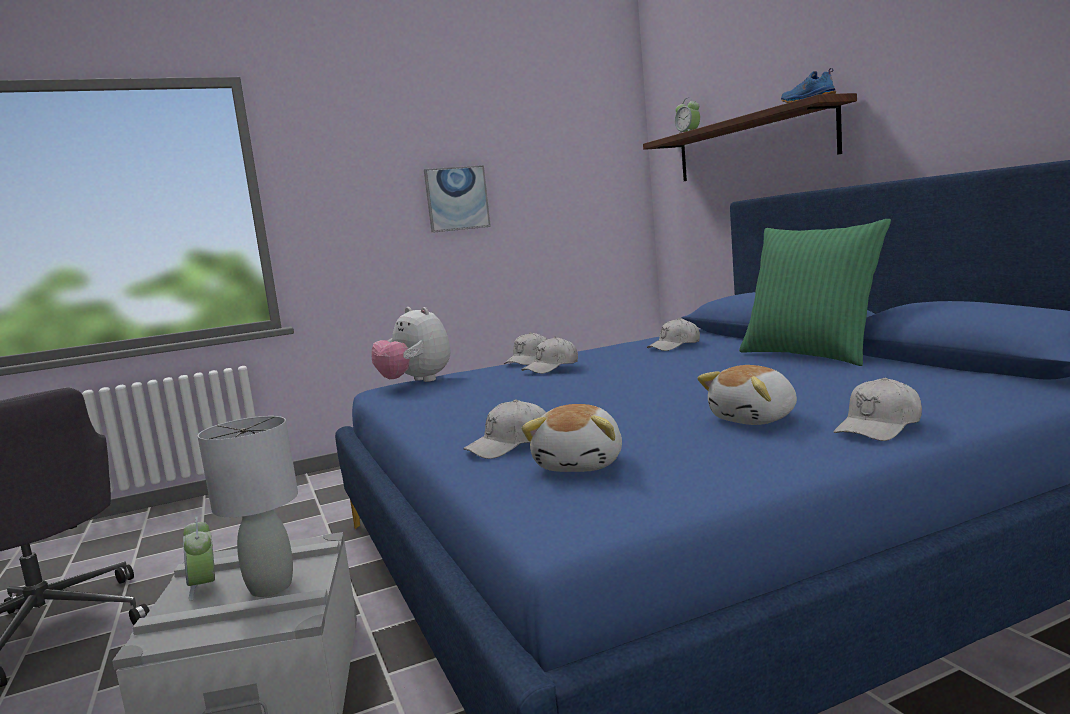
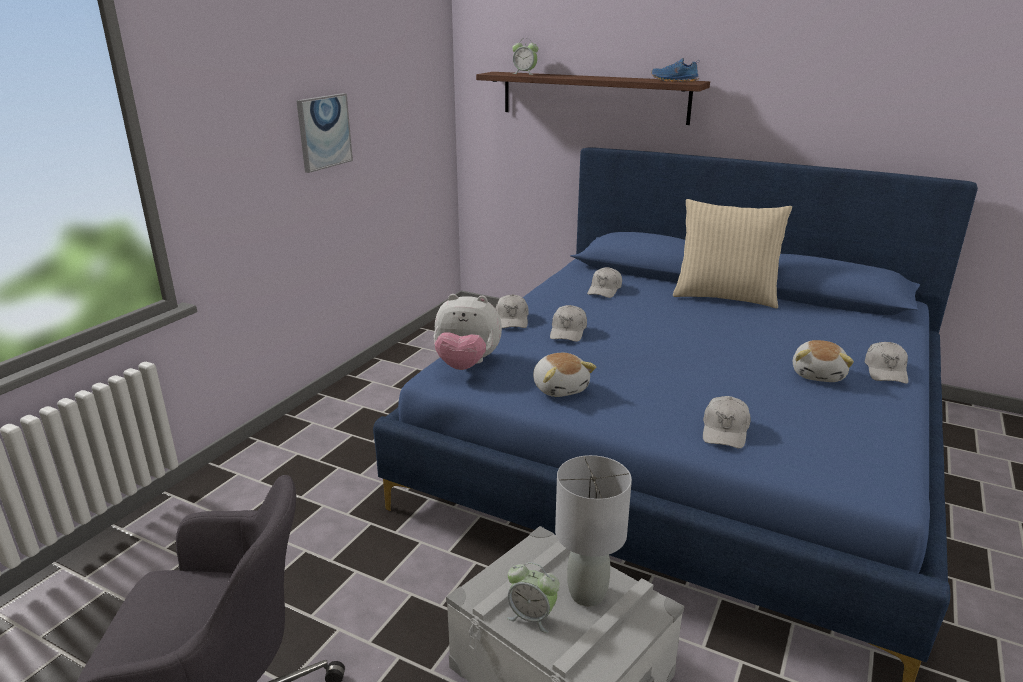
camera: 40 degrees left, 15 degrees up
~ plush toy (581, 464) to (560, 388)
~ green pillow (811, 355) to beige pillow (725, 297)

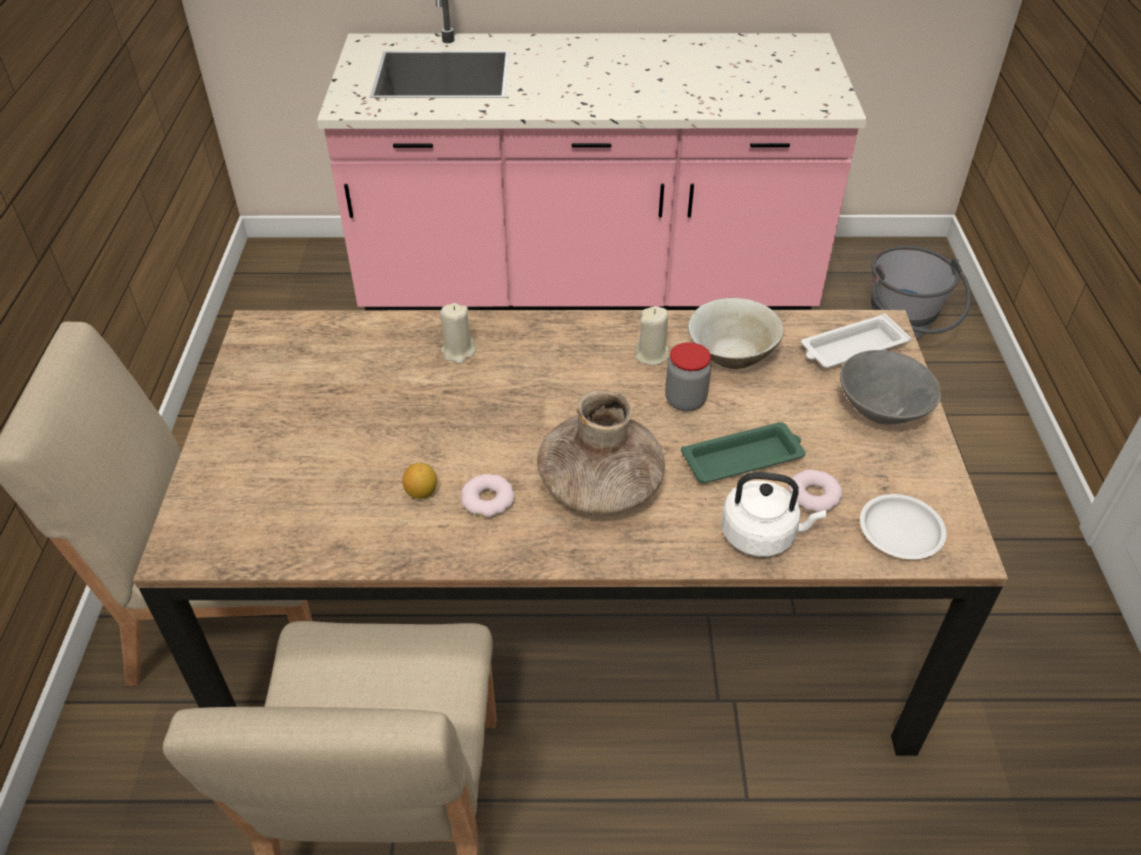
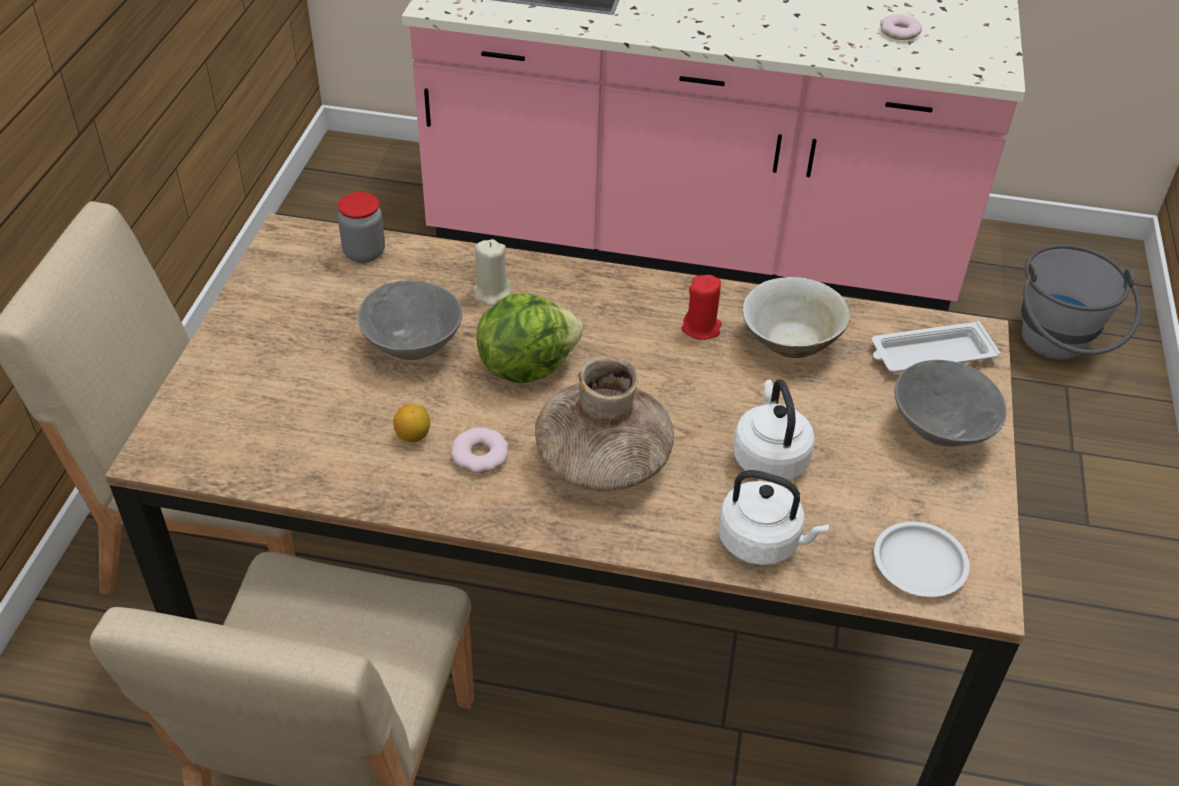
camera: 10 degrees right, 0 degrees up
~ jar (685, 400) to (364, 253)
+ grey bowl (413, 345)
+ lettuce (526, 365)
~ beige candle (652, 355) to red candle (701, 328)
~ green tray (744, 458) to white kettle (769, 457)
~ donut (814, 495) to (899, 32)

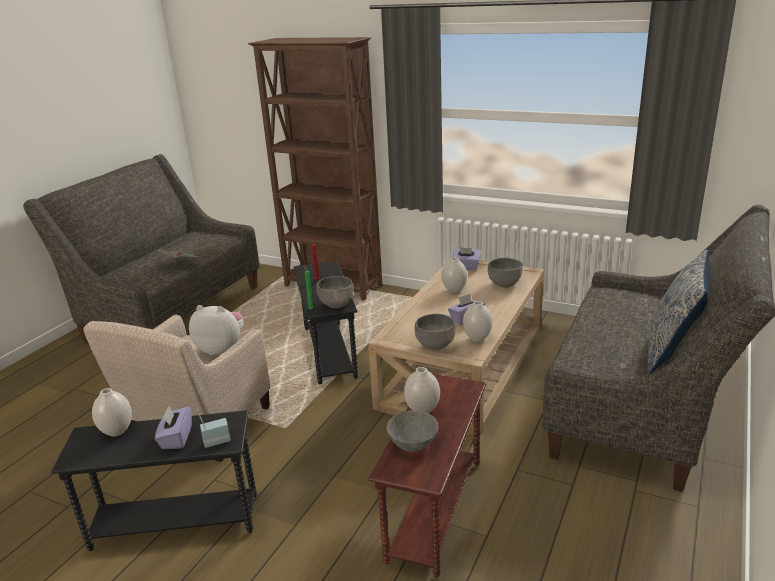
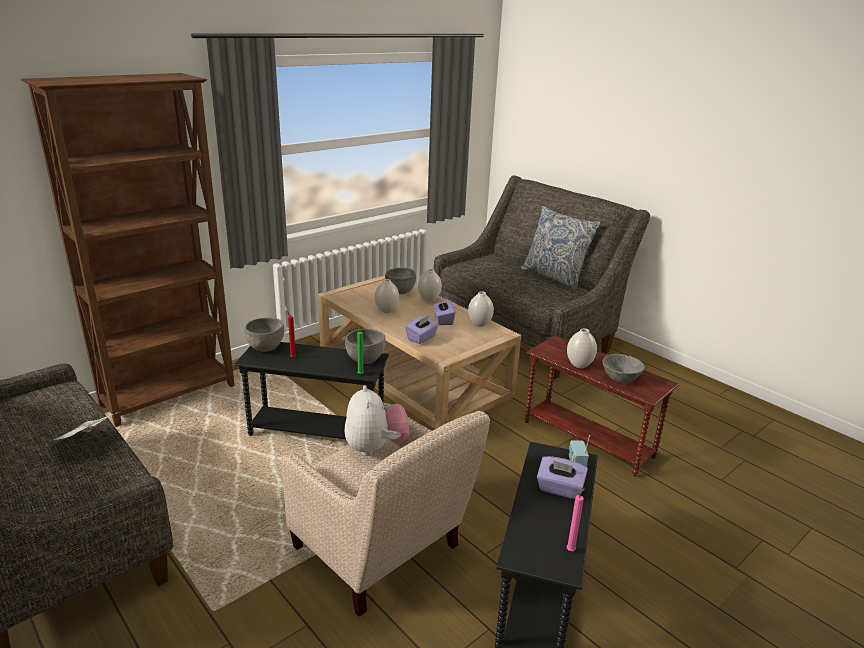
camera: 70 degrees left, 0 degrees up
~ grey bowl (436, 345) to (266, 348)
~ plush toy (222, 349) = (375, 447) 135 degrees clockwise
~ purple tissue box (466, 266) to (421, 338)
~ white vase (117, 431) to (429, 299)
+ pink candle (571, 550)

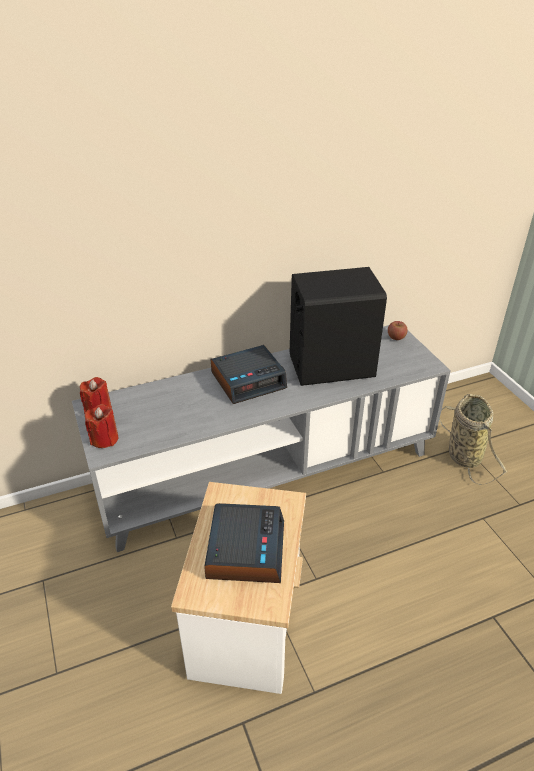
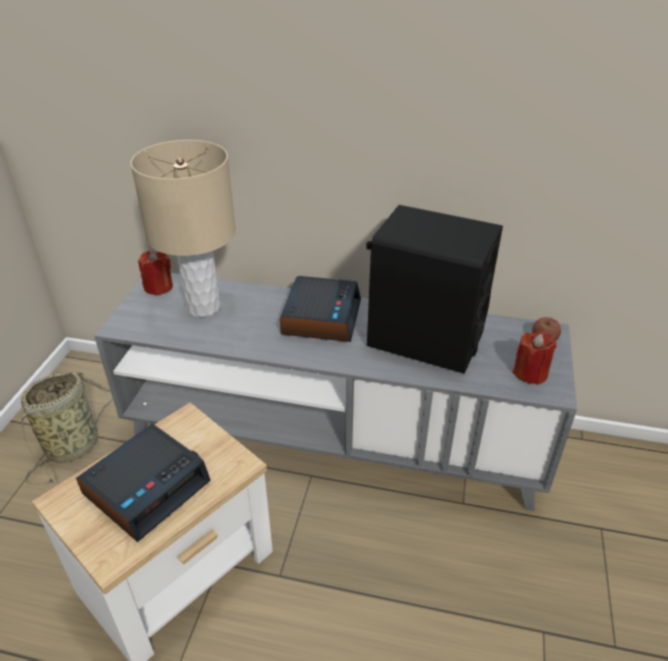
camera: 35 degrees right, 0 degrees up
~ basket (463, 454) to (76, 444)
+ beige table lamp (203, 307)
~ alarm clock (249, 380) = (321, 317) 90 degrees counterclockwise
~ red candle (104, 439) to (530, 373)

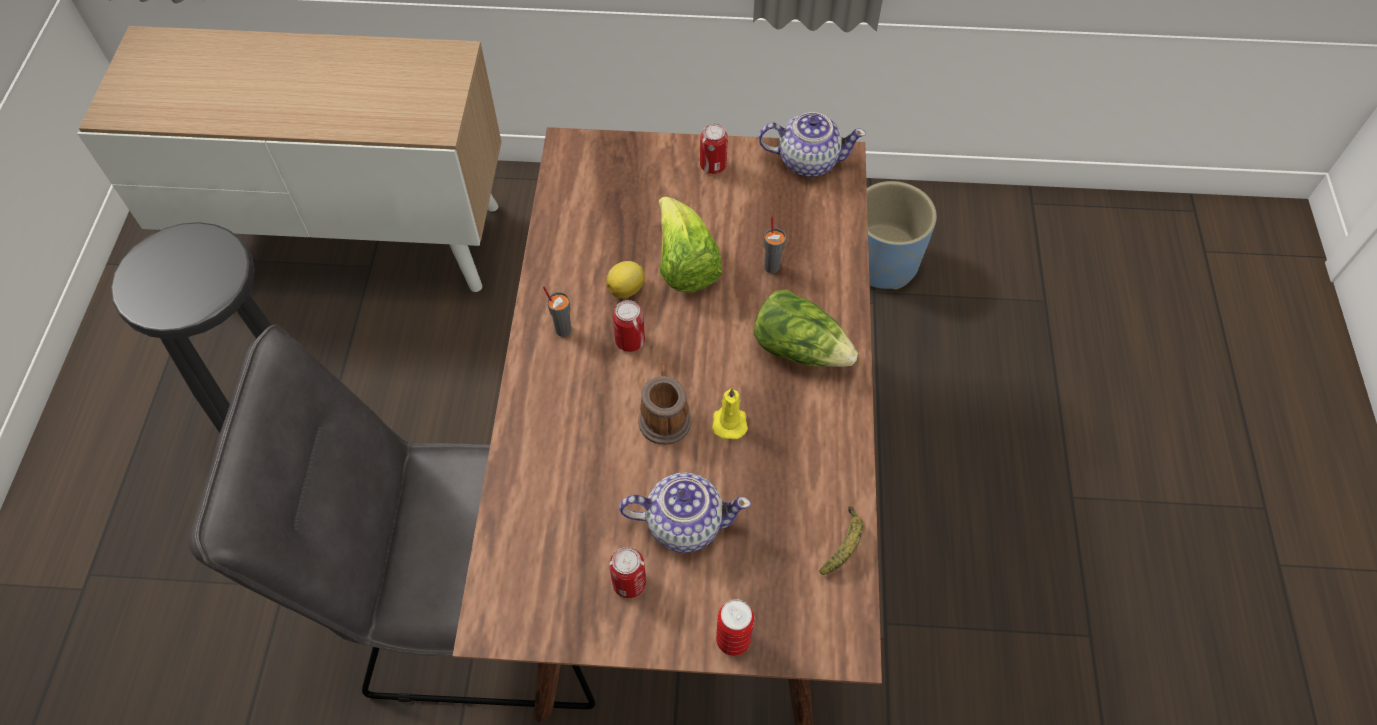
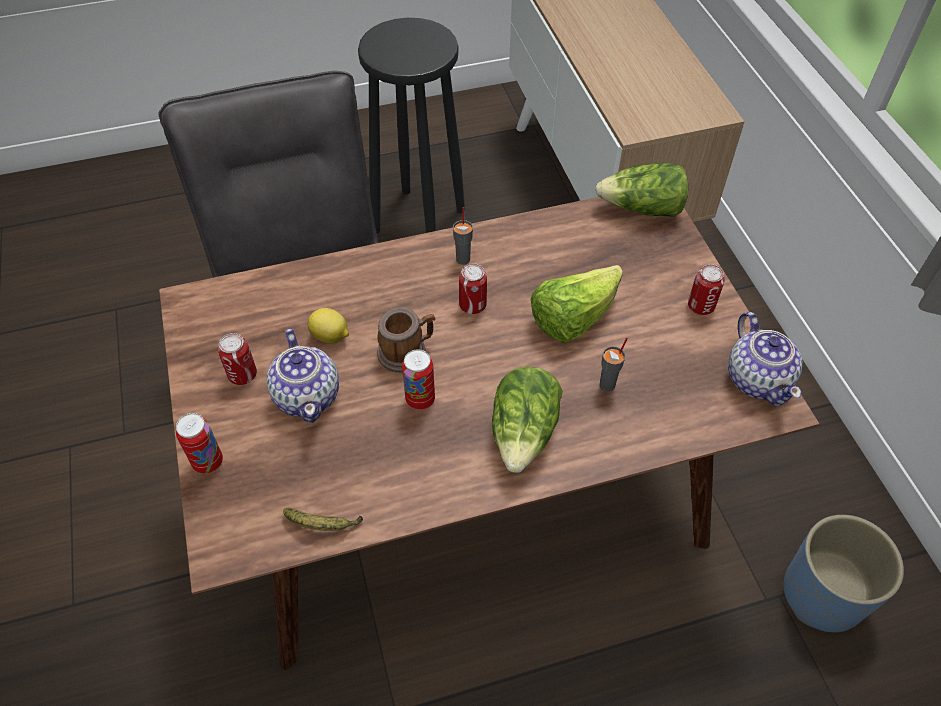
camera: 70 degrees right, 5 degrees down
~ lemon (627, 289) to (330, 337)
~ yellow candle (729, 421) to can (420, 399)
+ lettuce (642, 209)

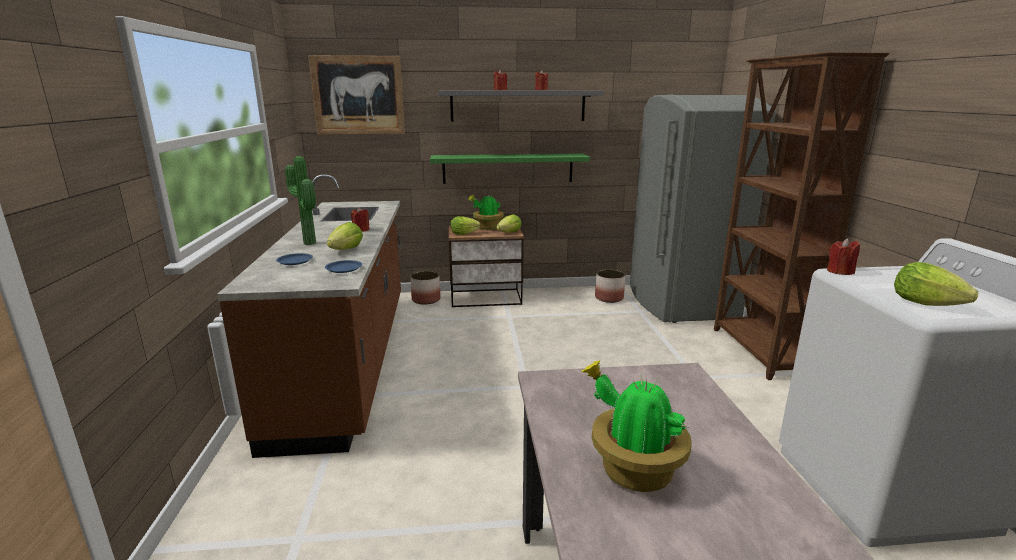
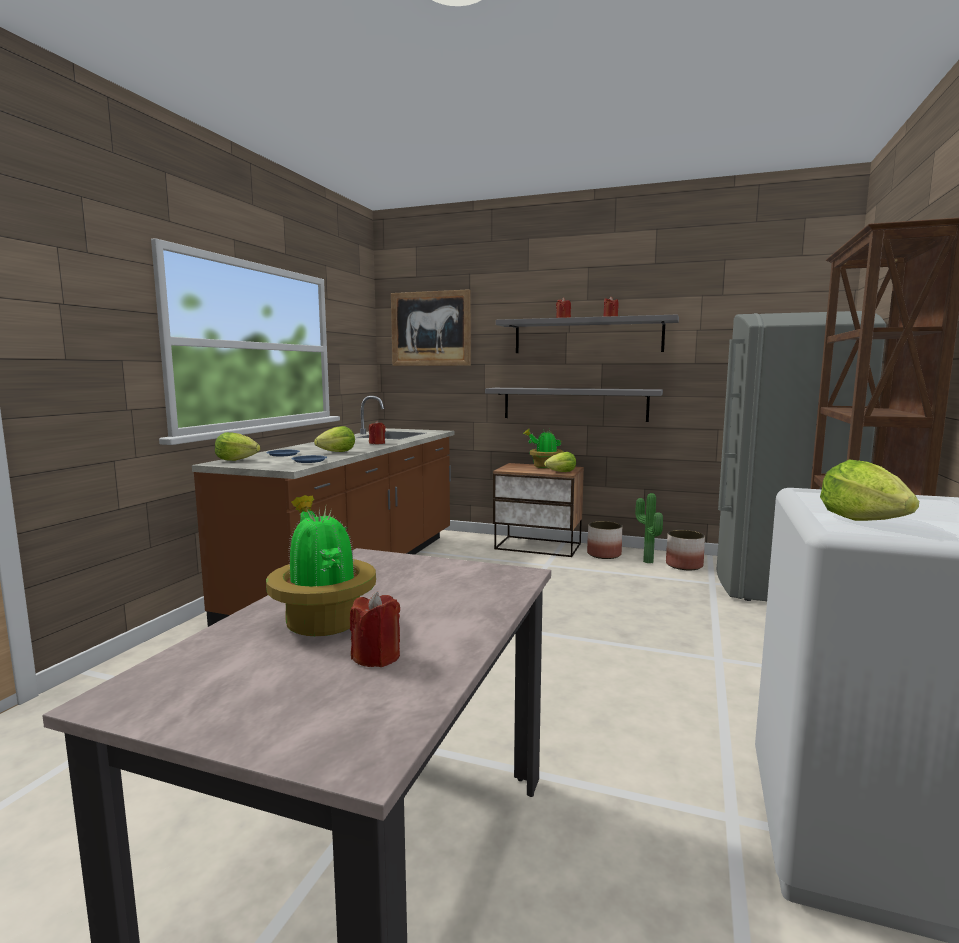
camera: 25 degrees right, 10 degrees down
~ lettuce (463, 234) to (236, 460)
~ red candle (840, 271) to (376, 657)
~ green shelf (508, 168) to grey shelf (574, 404)
~ planter (426, 299) to (604, 554)
~ potted plant (307, 243) to (646, 562)

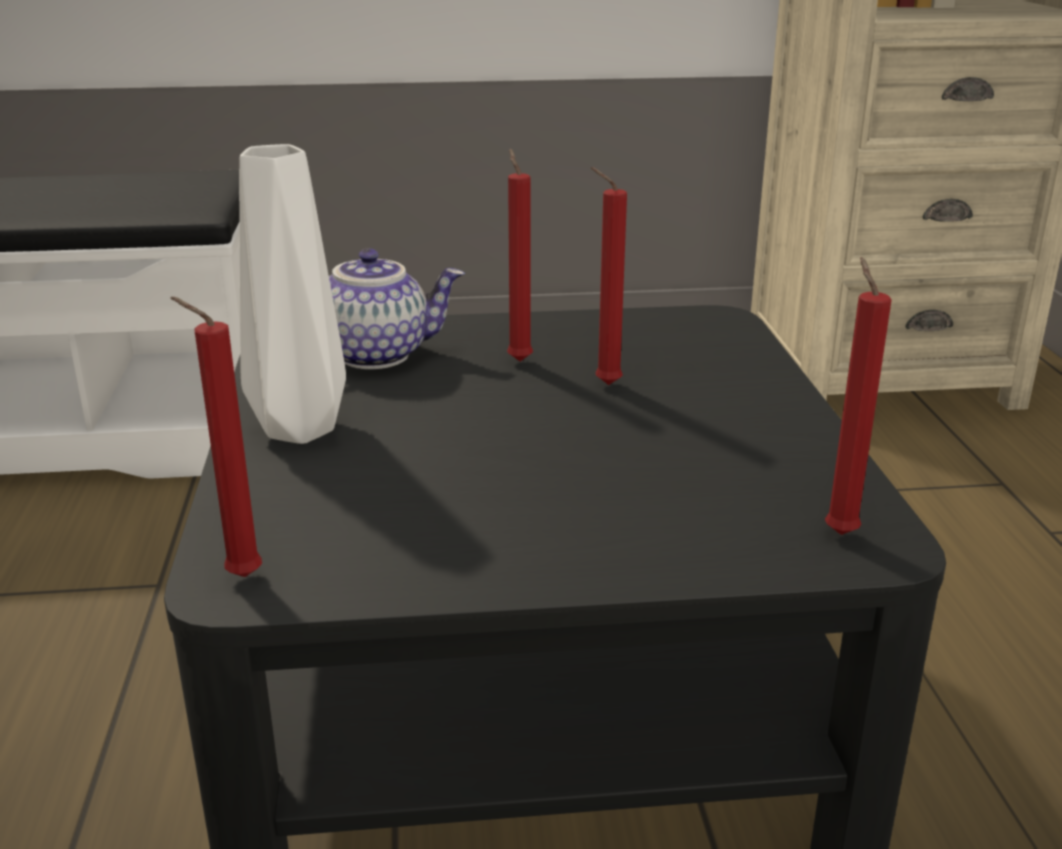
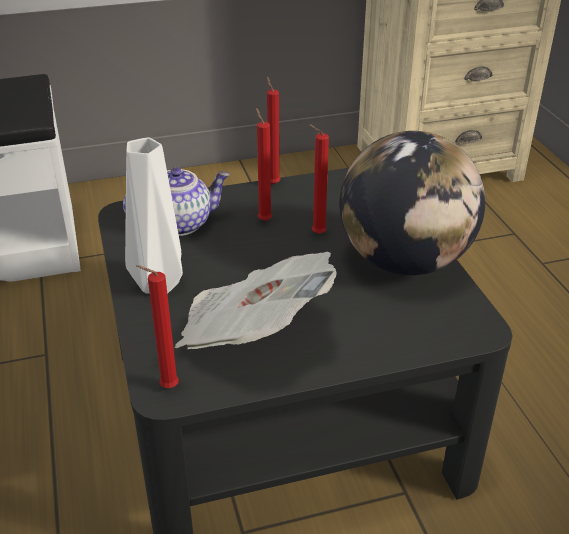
camera: 10 degrees left, 10 degrees up
+ newspaper (252, 333)
~ red candle (838, 531) to (272, 183)
+ globe (405, 261)

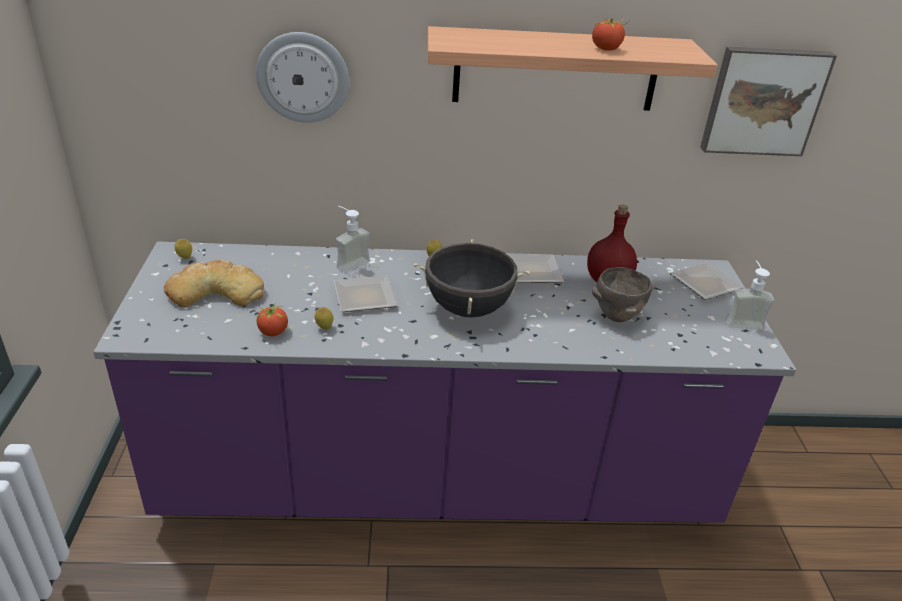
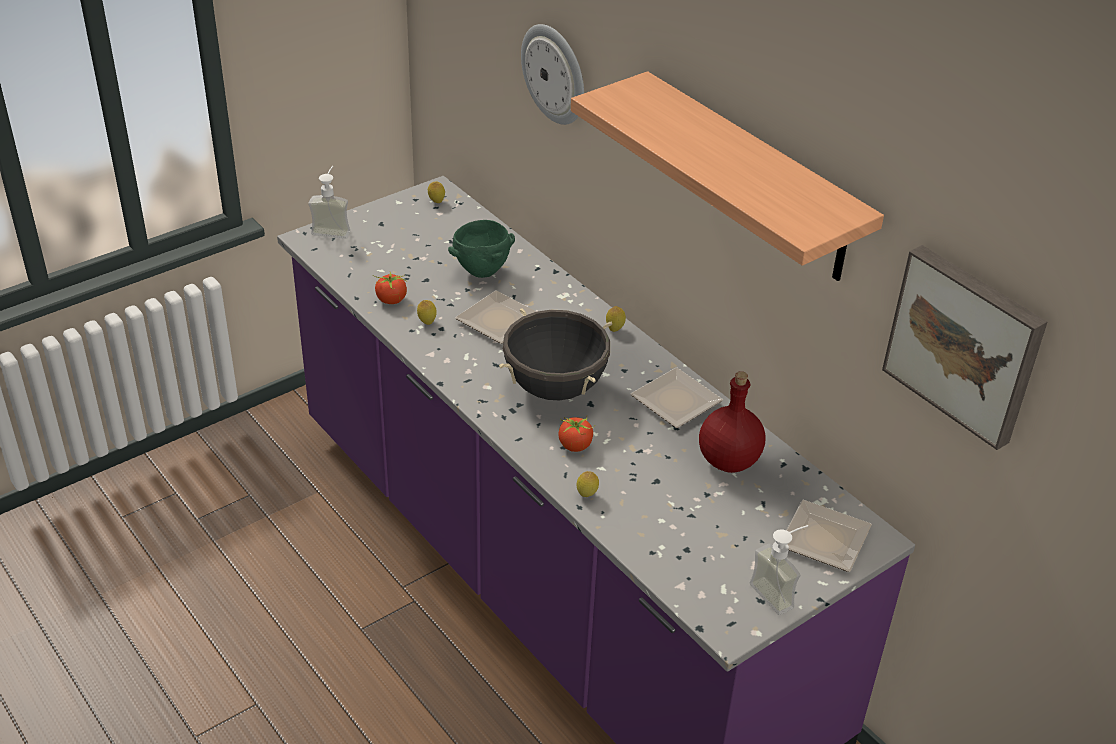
camera: 55 degrees right, 5 degrees up
~ soap dispenser (348, 262) to (333, 229)
+ green bowl (482, 271)
~ tomato (606, 49) to (575, 445)
+ lemon (587, 495)
- bread (216, 291)
- brown bowl (616, 317)

